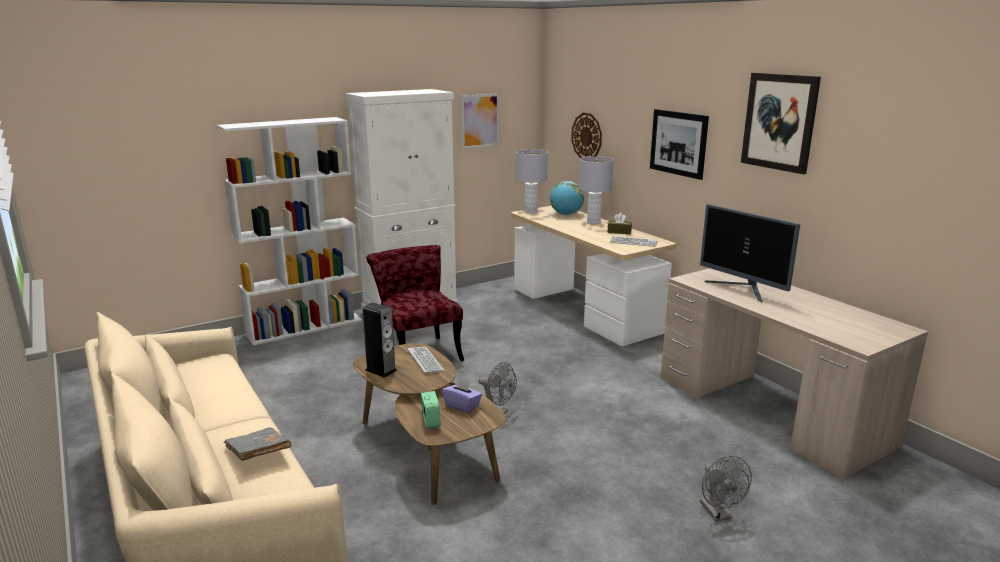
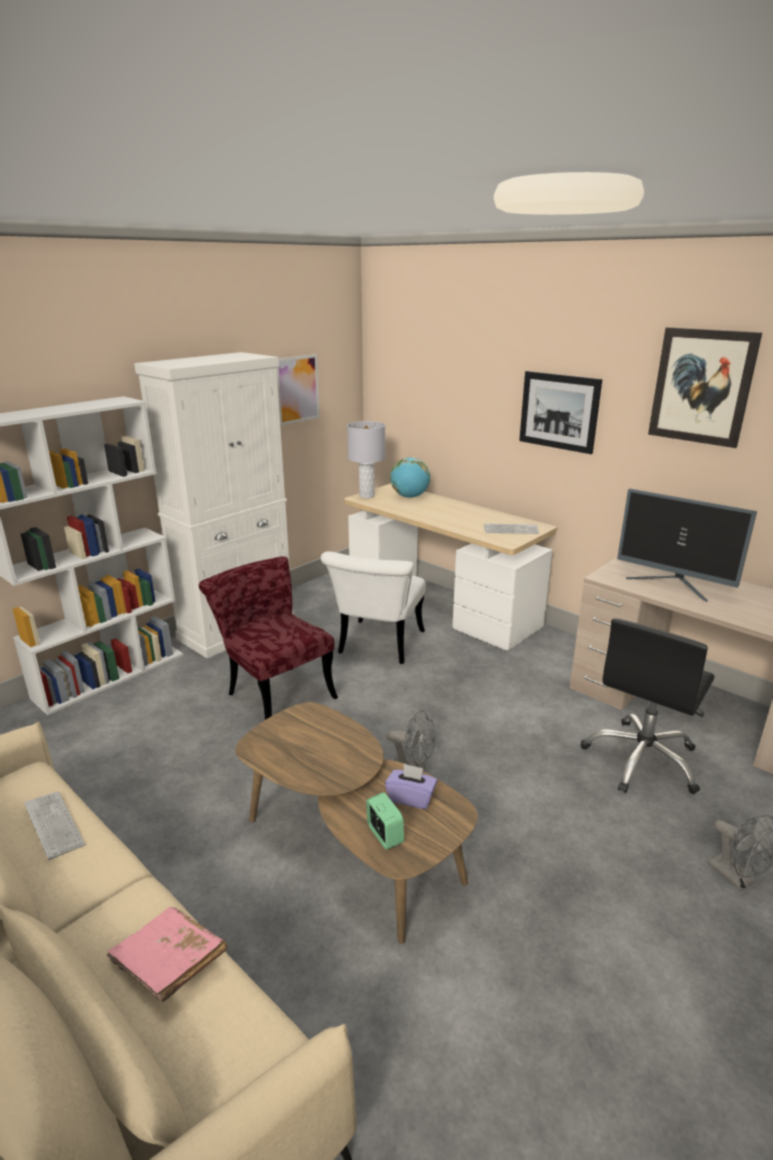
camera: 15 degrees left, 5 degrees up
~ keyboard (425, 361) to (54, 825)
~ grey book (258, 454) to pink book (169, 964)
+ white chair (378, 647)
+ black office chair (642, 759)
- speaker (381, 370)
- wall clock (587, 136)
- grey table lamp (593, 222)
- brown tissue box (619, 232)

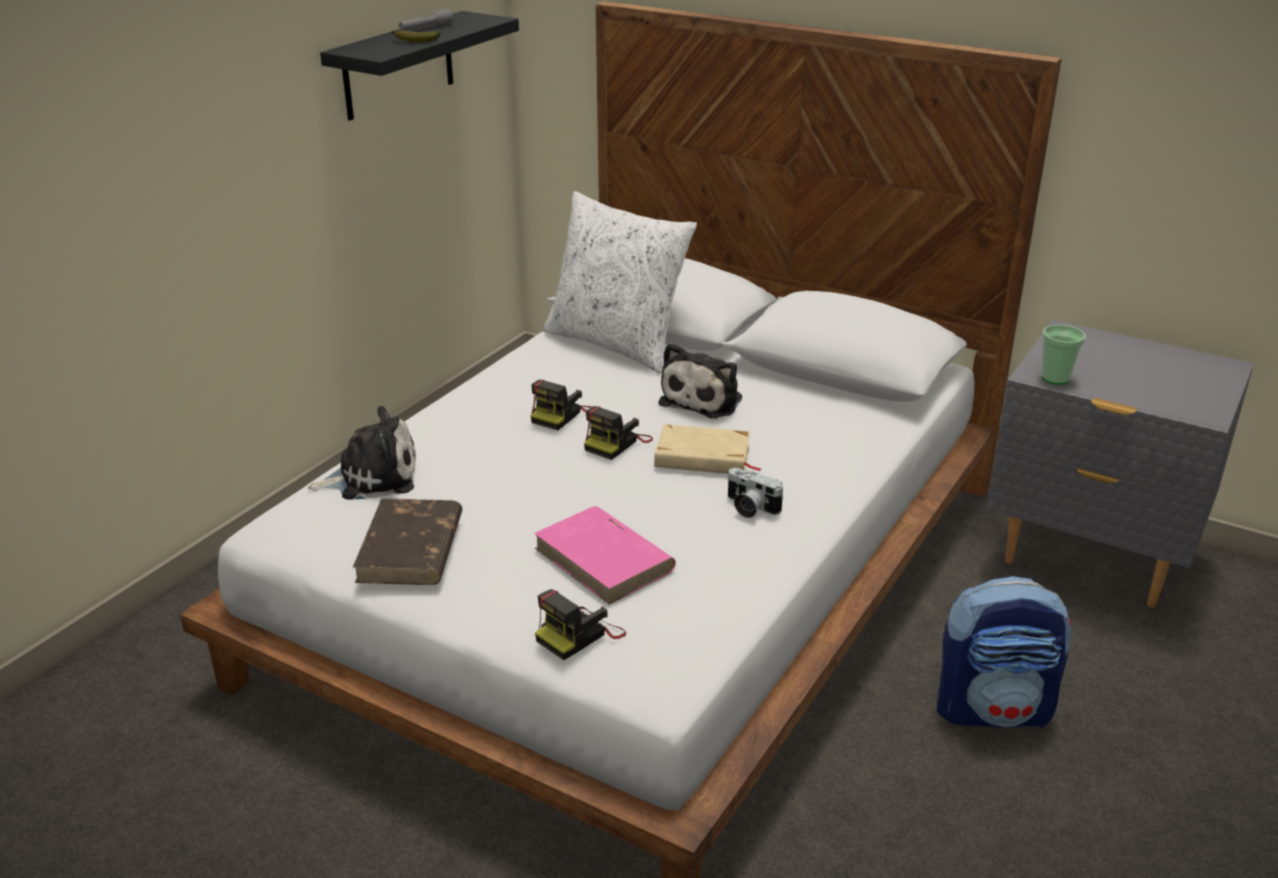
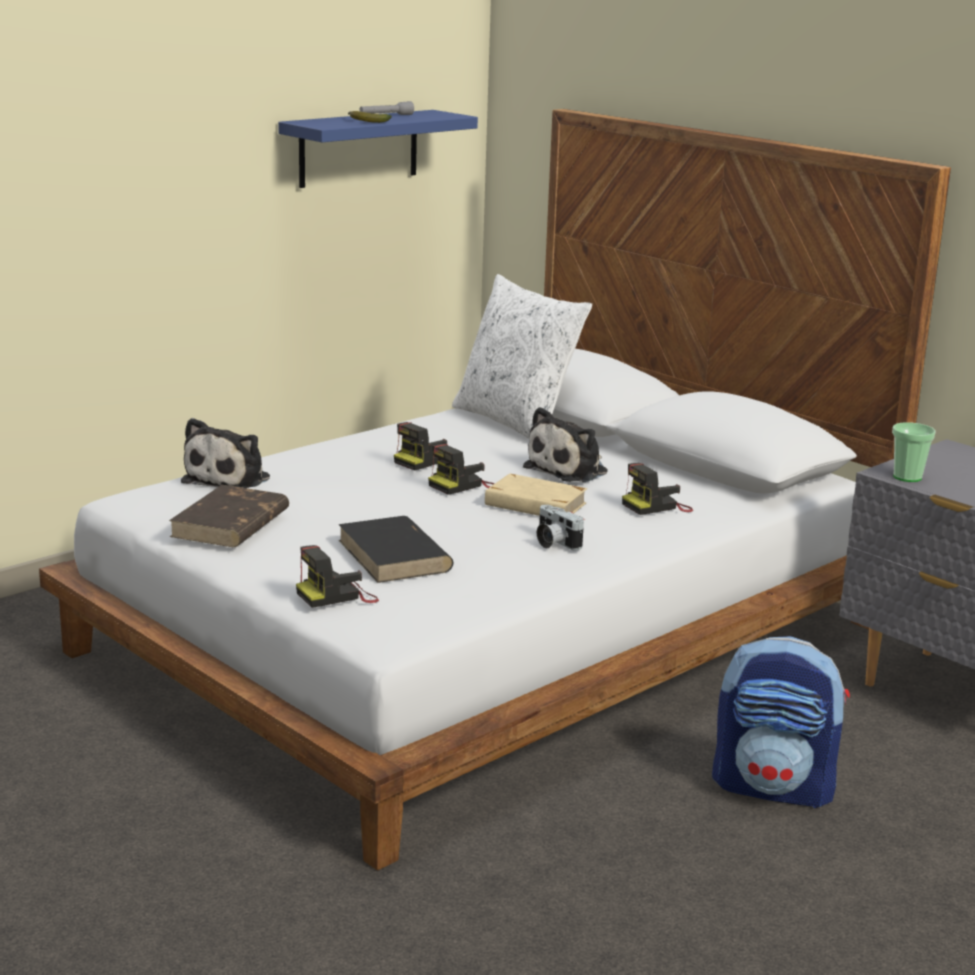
camera: 15 degrees right, 10 degrees down
~ plush toy (373, 478) = (230, 479) 105 degrees clockwise
~ black shelf (398, 66) to blue shelf (358, 148)
~ pink book (605, 560) to black book (395, 556)
+ photo camera (656, 506)

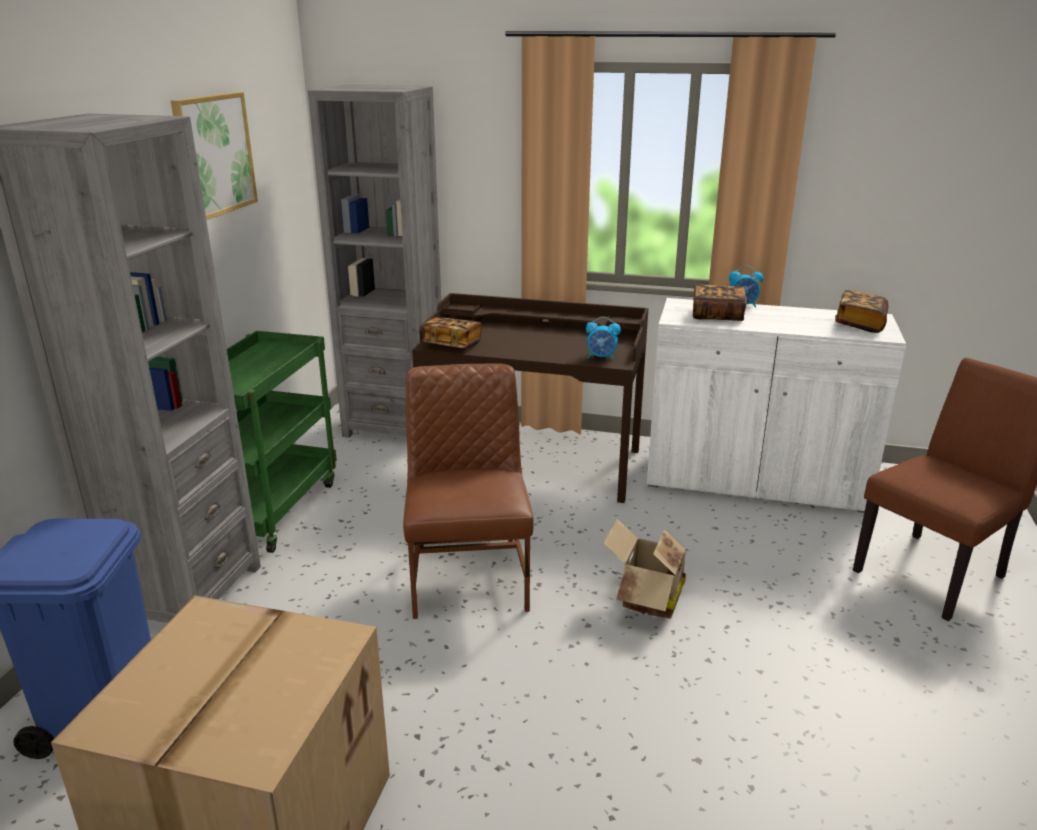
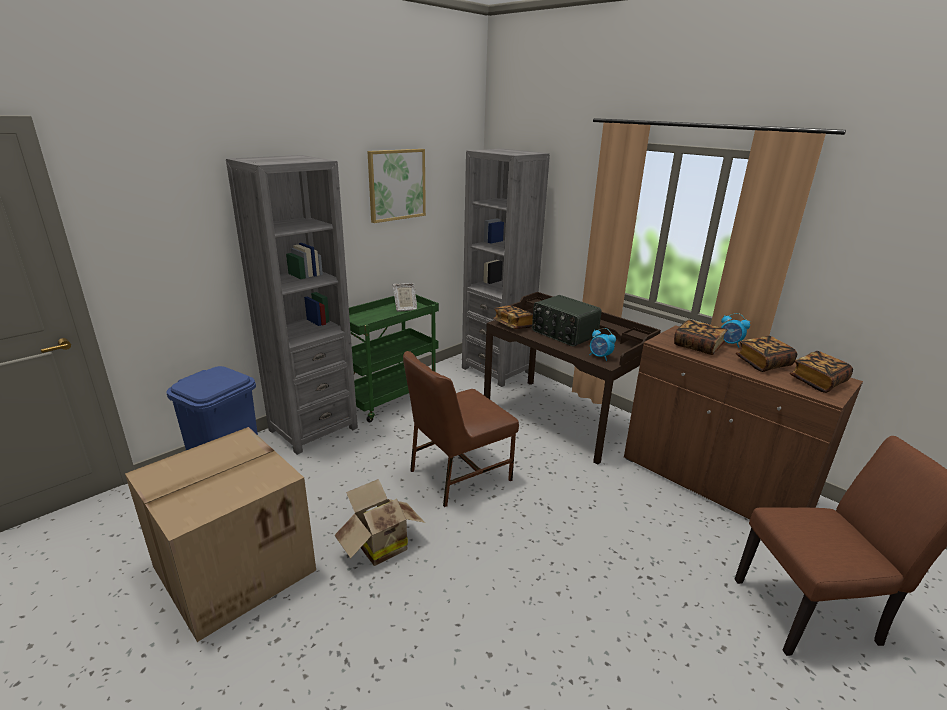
camera: 30 degrees right, 0 degrees up
~ cardboard box (646, 600) to (378, 545)
+ picture frame (405, 309)
~ brown chair (469, 576) = (458, 475) 150 degrees counterclockwise
+ radio (563, 334)
~ white cabinet (755, 481) to brown cabinet (713, 483)
+ book (763, 363)

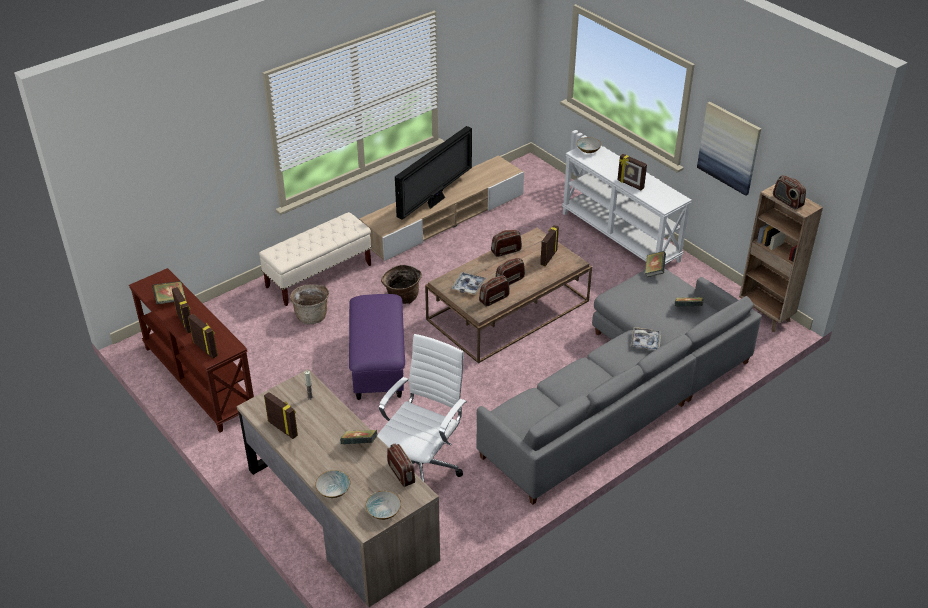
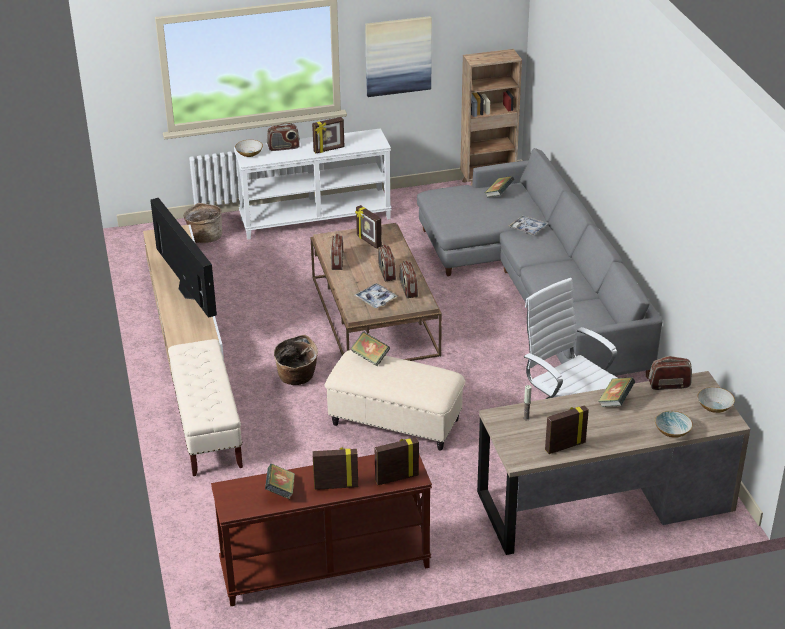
camera: 65 degrees left, 5 degrees down
~ basket (312, 315) to (205, 237)
~ radio (787, 201) to (283, 147)
~ purple ottoman (379, 364) to beige ottoman (396, 421)
~ book (654, 271) to (370, 357)

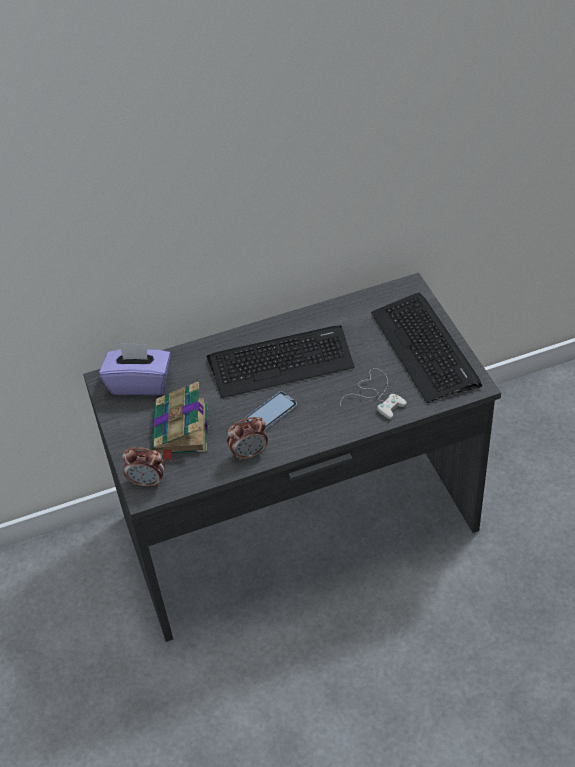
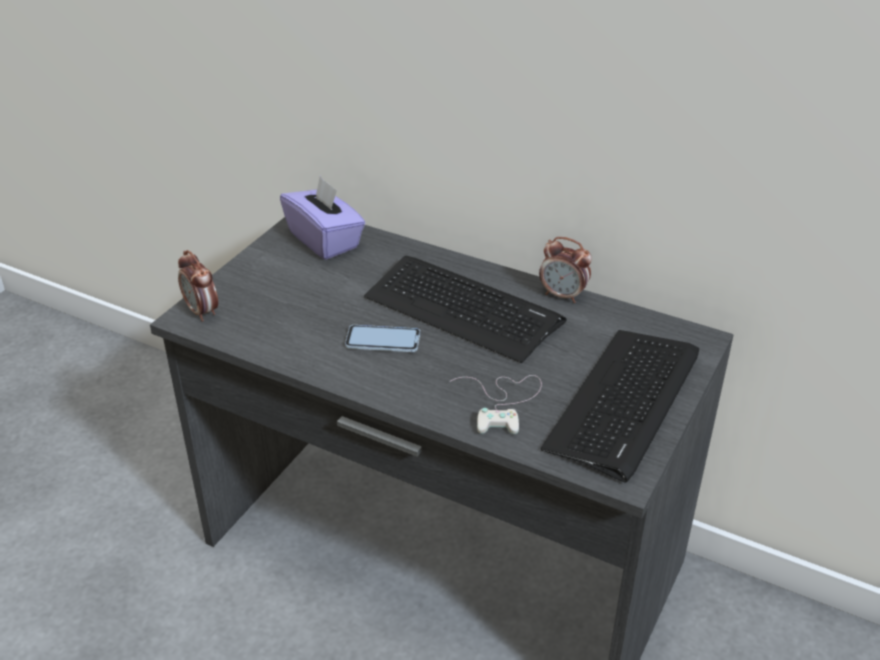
camera: 45 degrees right, 10 degrees down
~ alarm clock (249, 453) to (563, 295)
- book (181, 431)

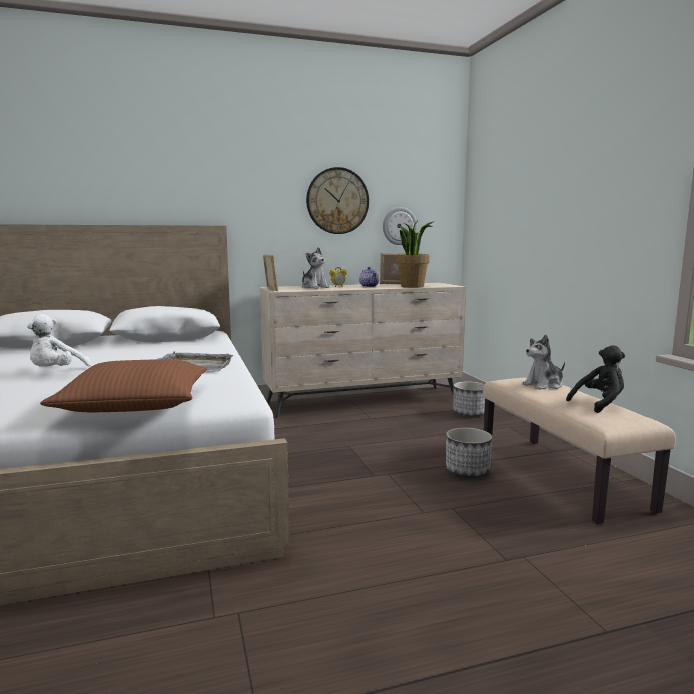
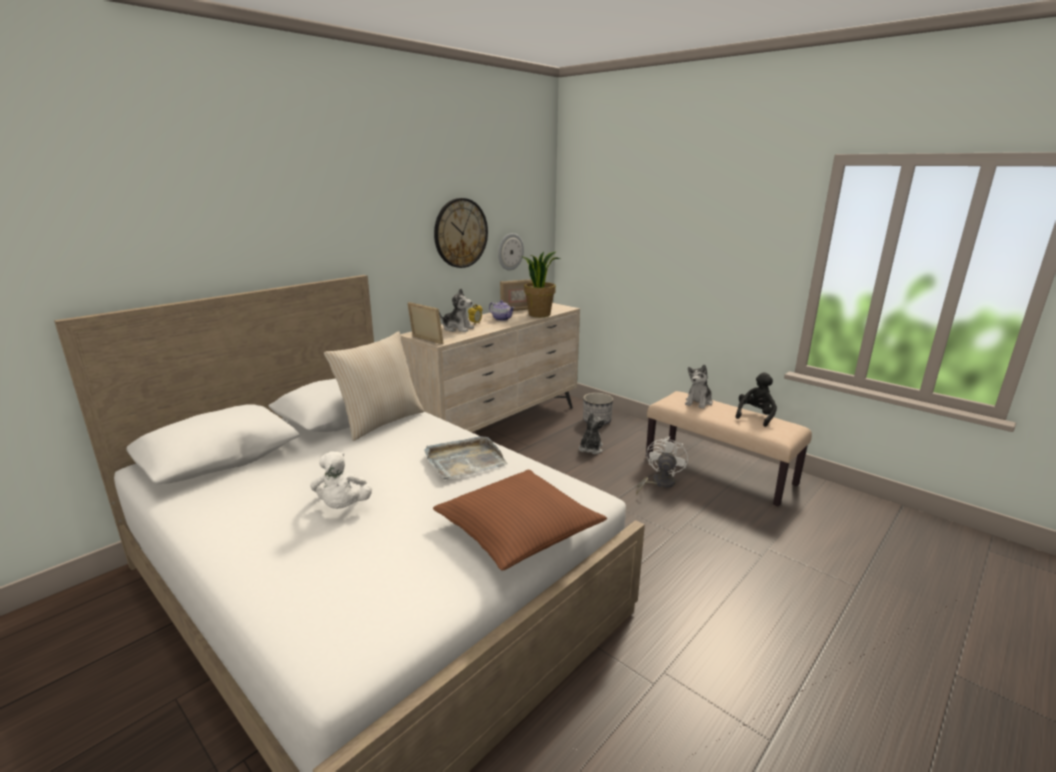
camera: 30 degrees left, 10 degrees up
+ beige pillow (381, 422)
+ plush toy (590, 449)
~ planter (467, 471) to white fan (659, 483)

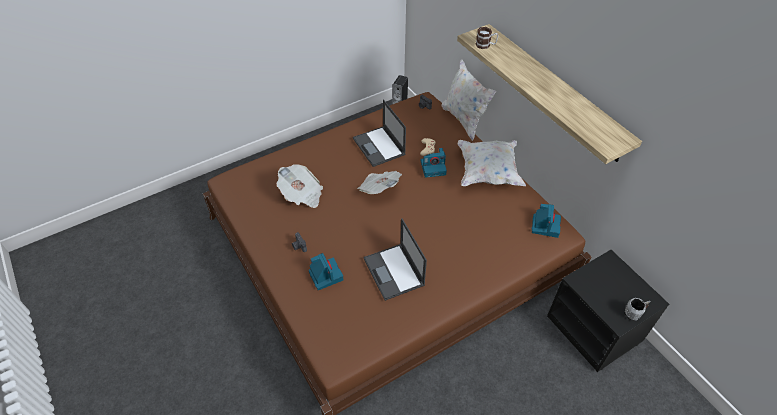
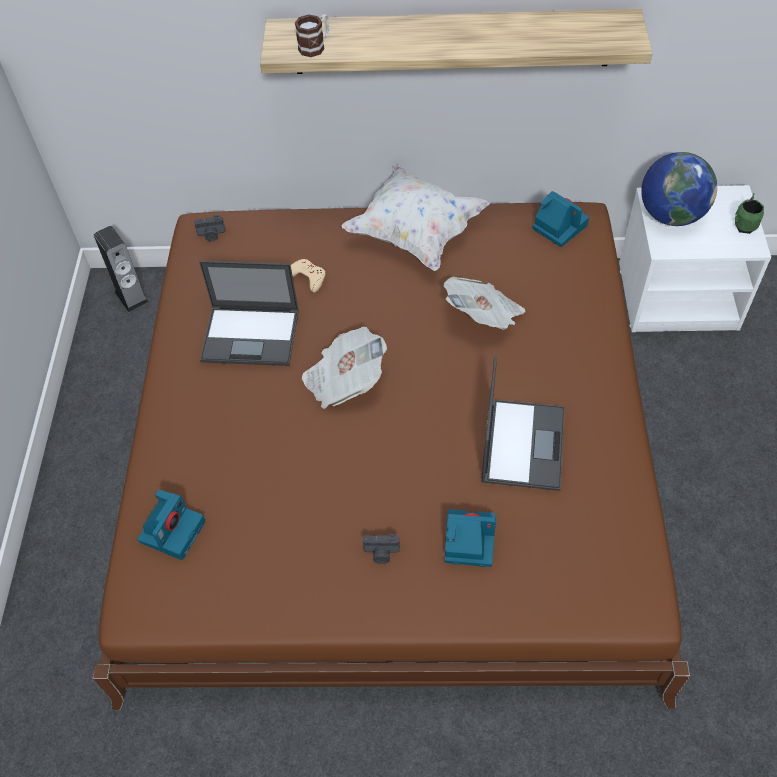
camera: 55 degrees left, 5 degrees up
~ photo camera (433, 167) to (172, 530)
~ newspaper (302, 194) to (484, 316)
~ laptop (394, 272) = (523, 443) 90 degrees counterclockwise
~ black nightstand (595, 329) to white nightstand (678, 295)
+ globe (671, 215)
~ grey mug (634, 313) to green mug (745, 224)
- white pillow (464, 120)

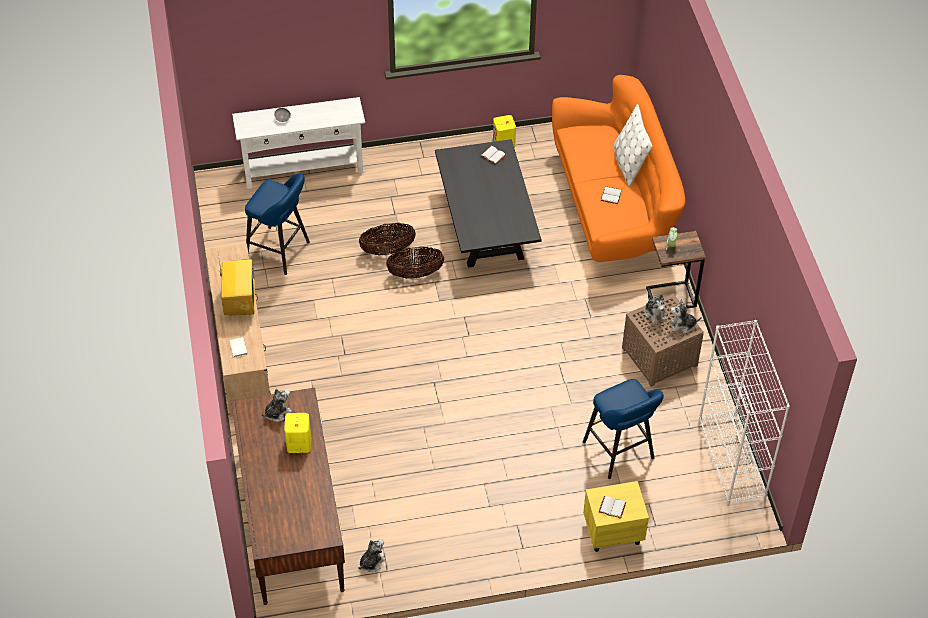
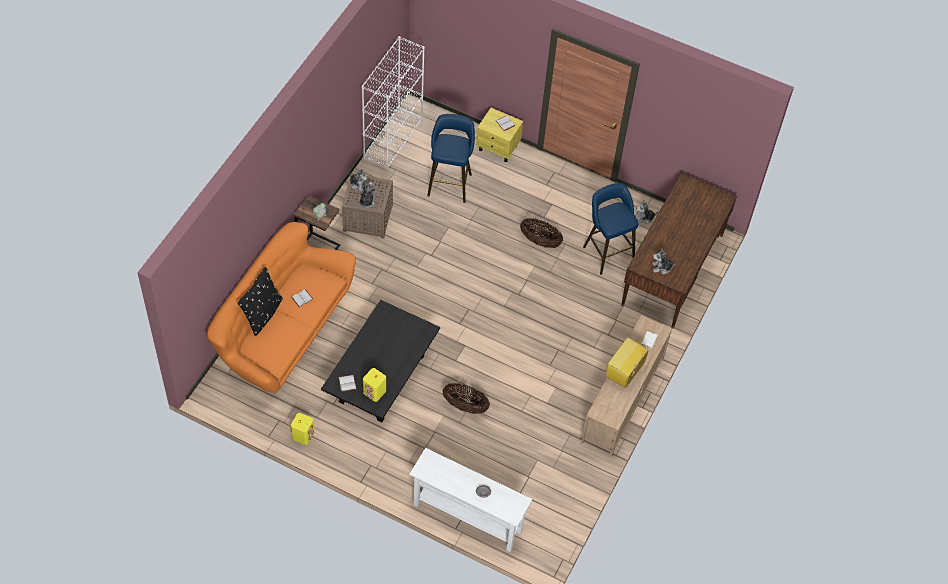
camera: 145 degrees left, 5 degrees up
~ white pillow (629, 164) to black pillow (263, 314)
~ yellow speaker (298, 443) to (374, 392)
~ basket (415, 273) to (540, 241)
~ blue stool (281, 252) to (607, 252)

